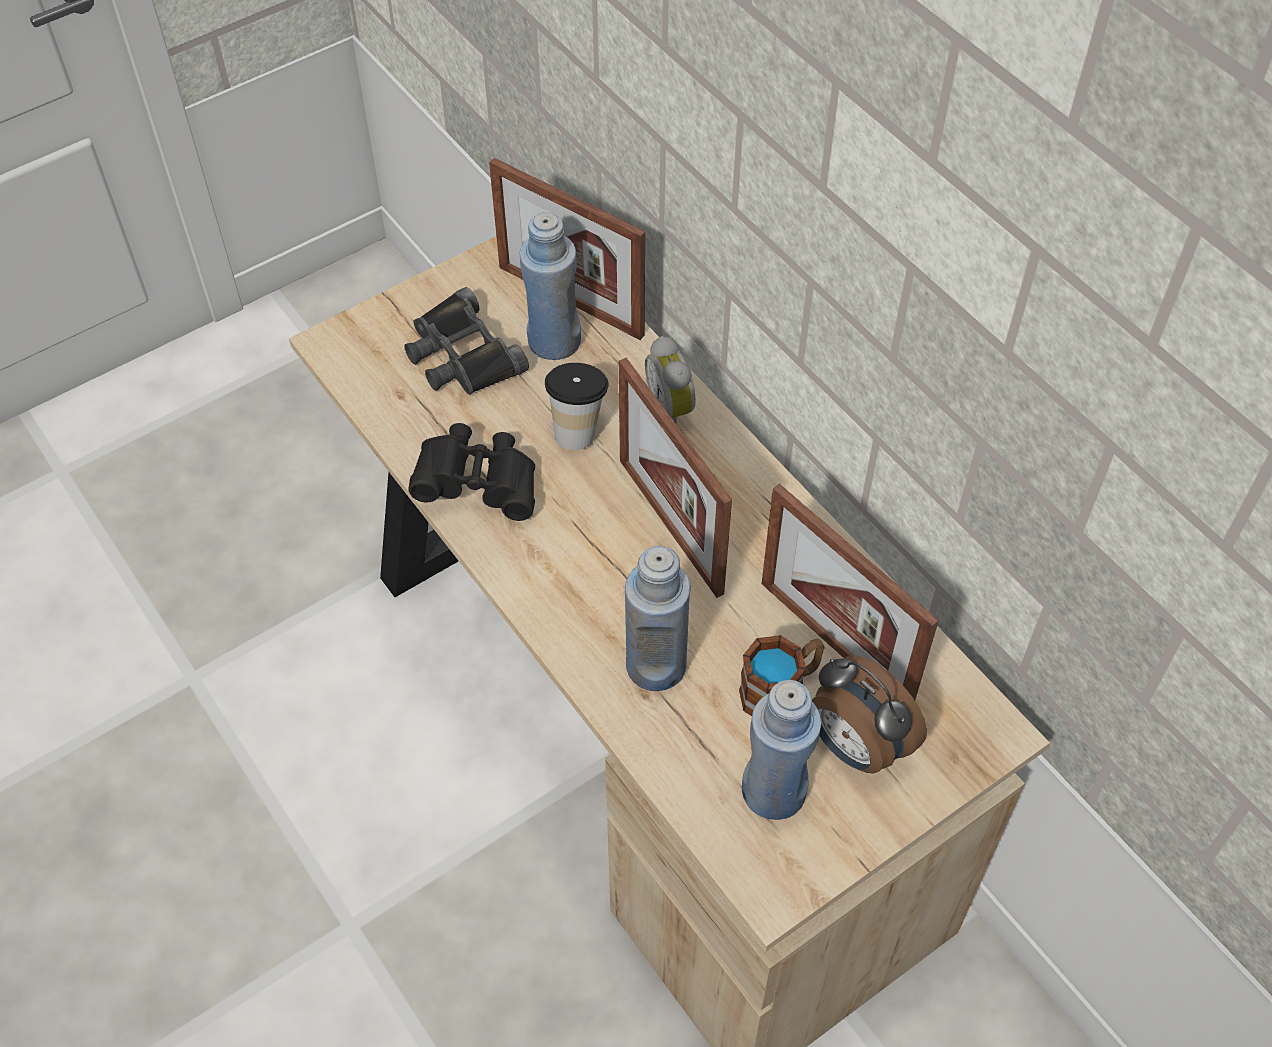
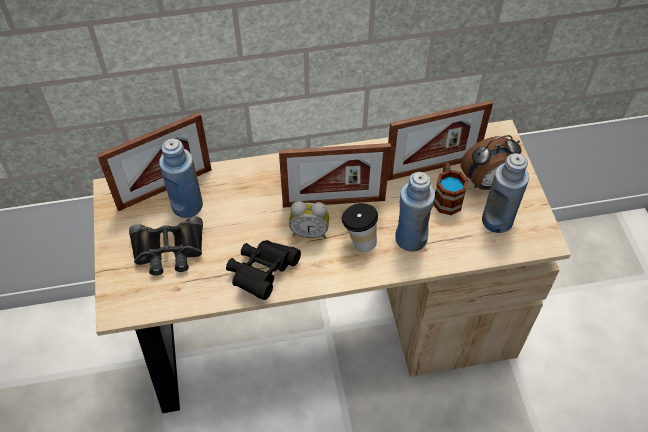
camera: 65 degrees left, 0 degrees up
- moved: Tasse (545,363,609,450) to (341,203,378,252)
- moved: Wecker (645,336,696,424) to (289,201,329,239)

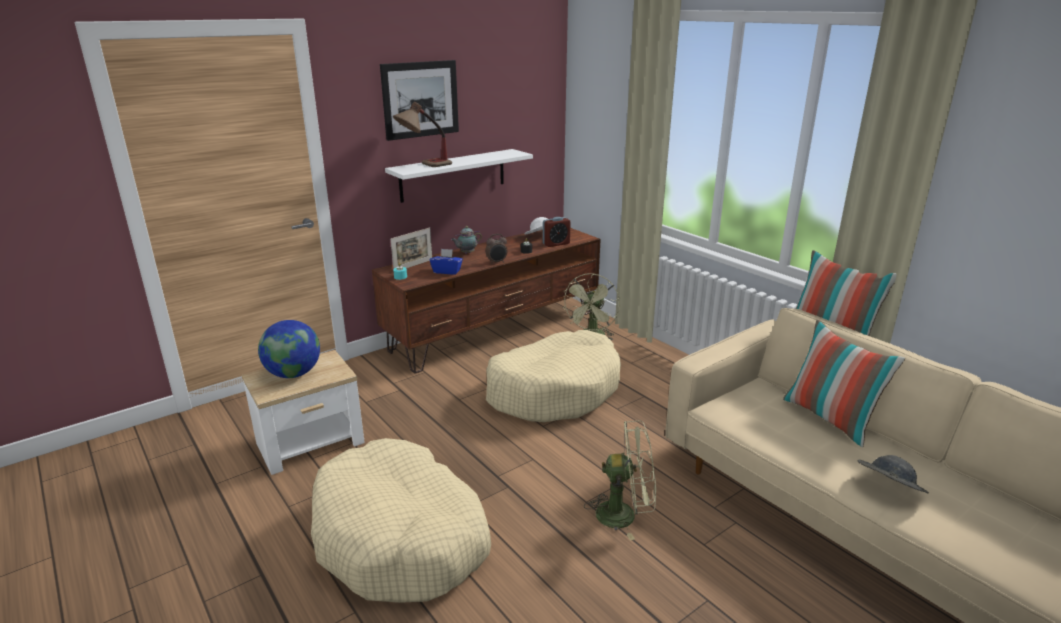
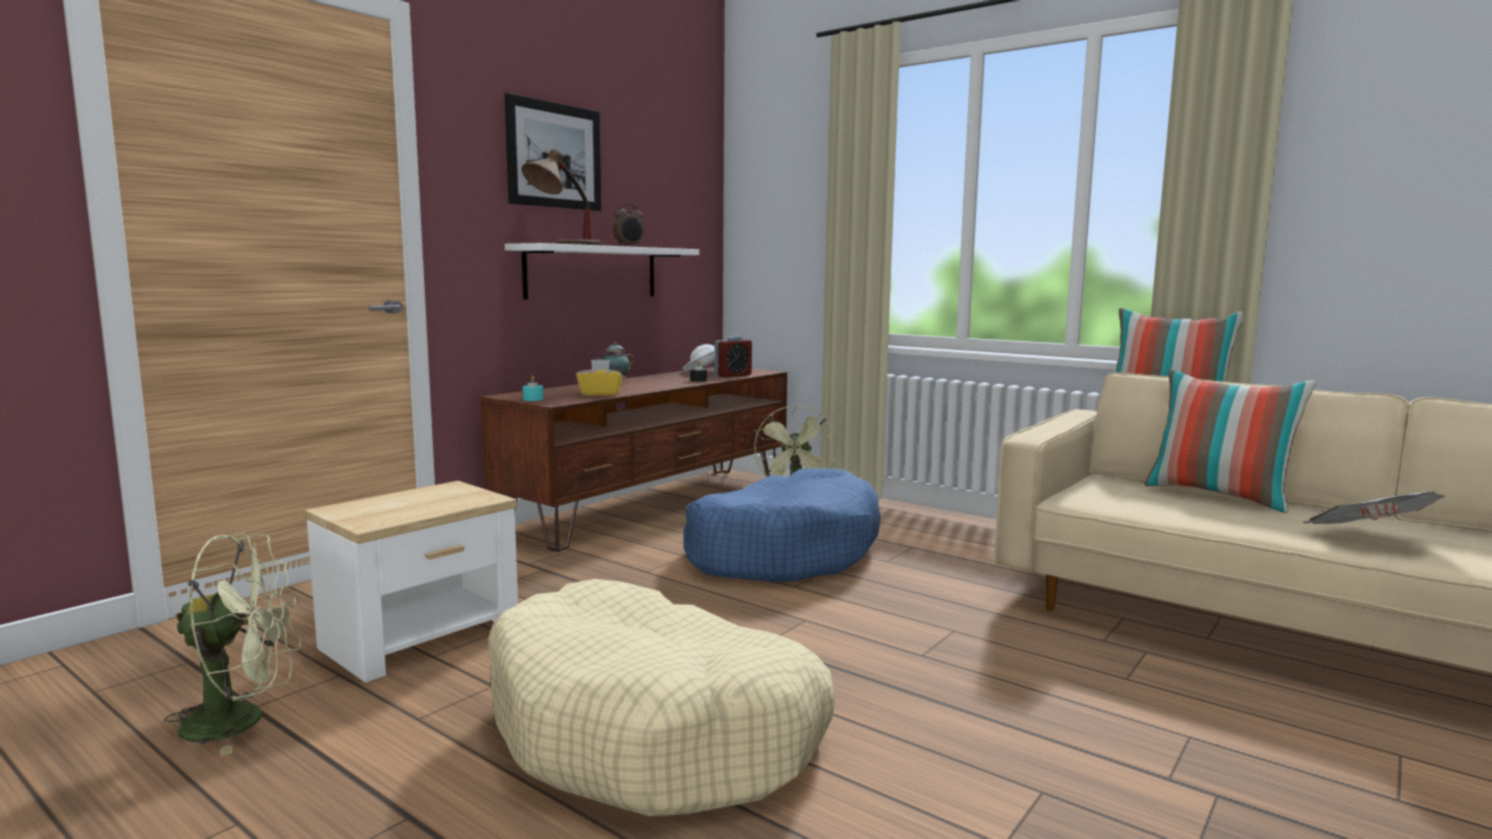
camera: 15 degrees left, 15 degrees down
- removed: Globus (258,320,320,378)
- removed: Bilderrahmen (391,228,432,272)
- recoloured: Taschentuchbox [blau] (430,249,463,275) to Taschentuchbox [gelb] (576,360,623,396)
- moved: Wecker (485,234,508,264) to (613,204,644,247)
- recoloured: Hundebett [beige] (486,330,621,422) to Hundebett [blau] (684,468,881,582)
- moved: Ventilator [grün] (584,420,656,541) to (164,533,301,756)
- replaced: Hut [grau] (858,455,929,494) to Zeitung (1302,492,1445,524)

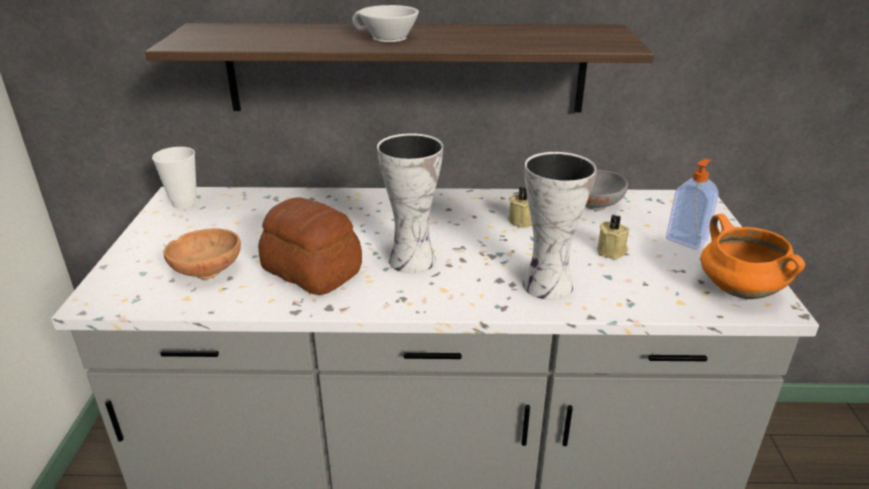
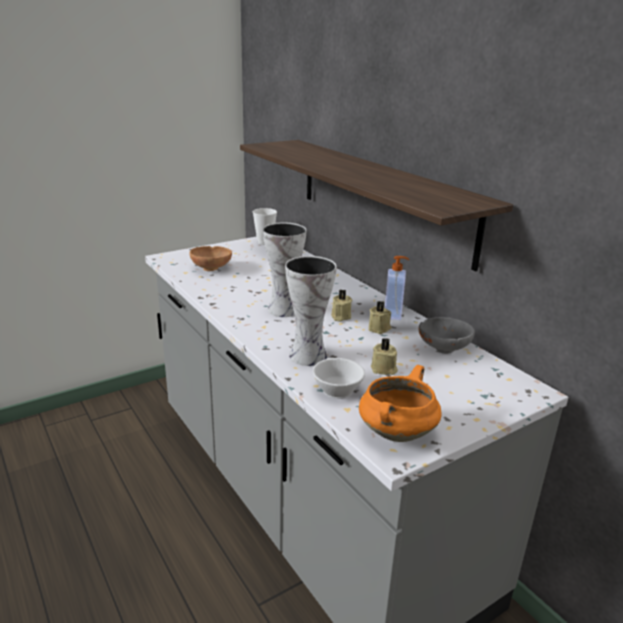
camera: 55 degrees right, 5 degrees down
- removed: Brot (258,197,362,295)
- moved: Tasse [weiß] (352,5,419,42) to (313,358,365,399)
- moved: Seifenspender (666,158,719,250) to (385,256,409,320)
- added: Kerze [beige] (331,289,353,322)

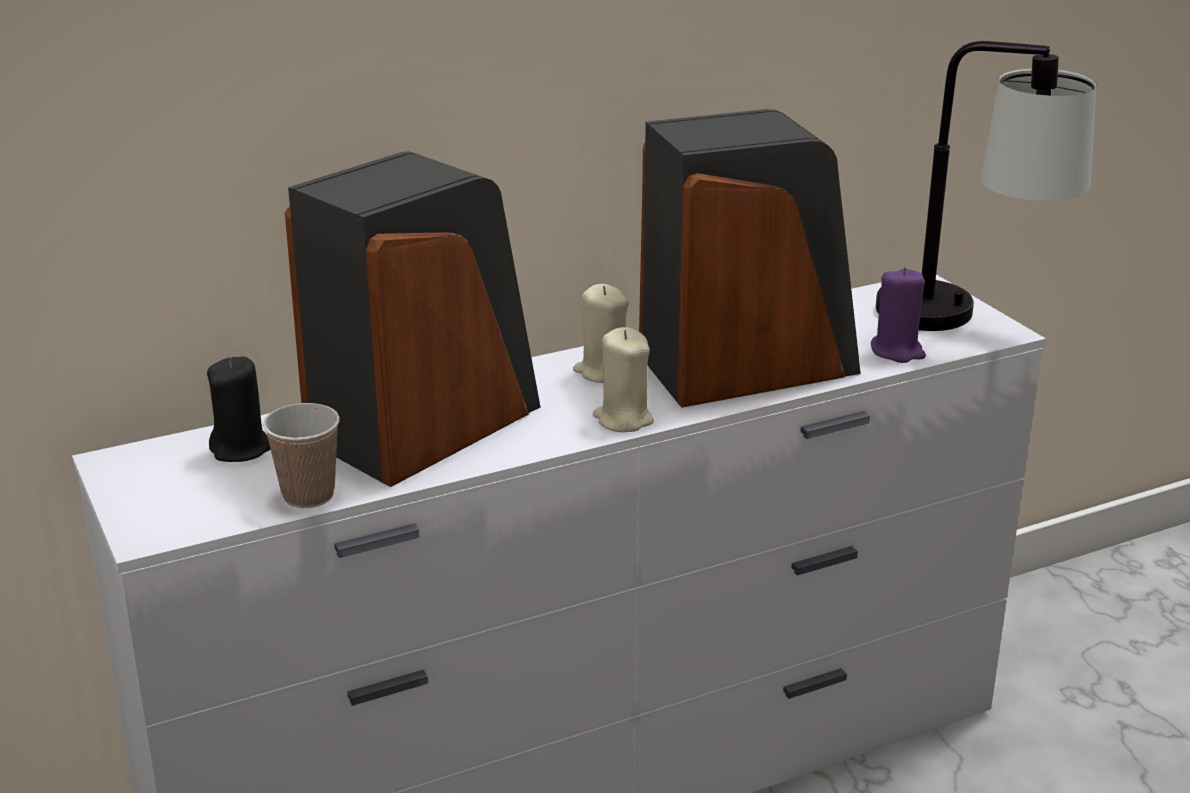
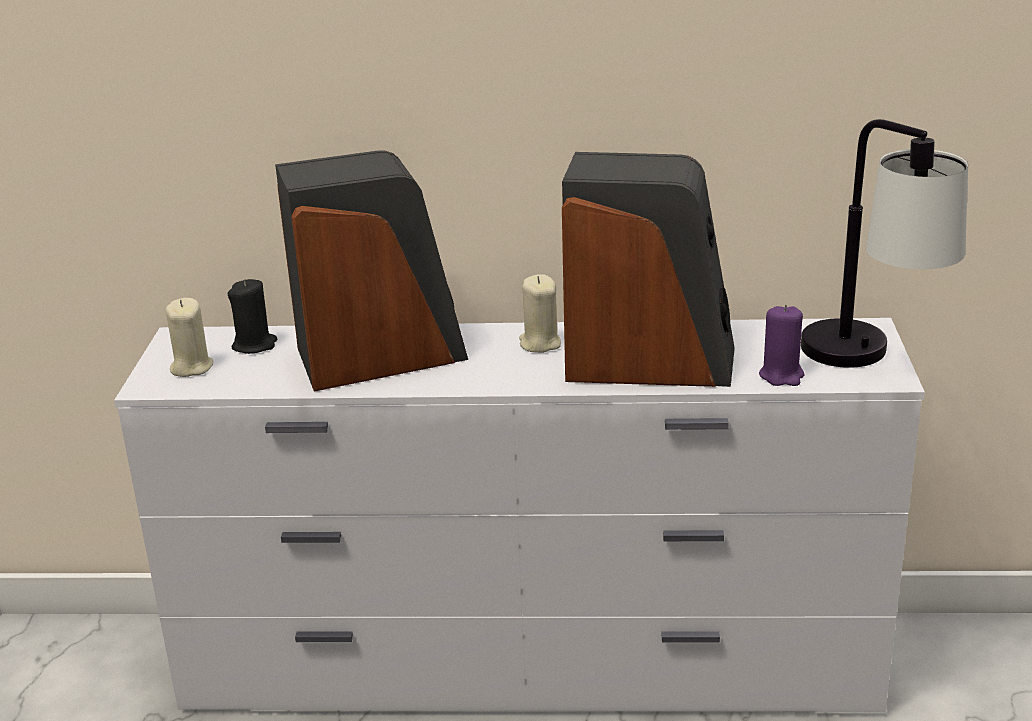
camera: 30 degrees right, 0 degrees up
- removed: Tasse (263,403,340,508)
- moved: Kerze [beige] (593,327,654,432) to (165,298,213,377)

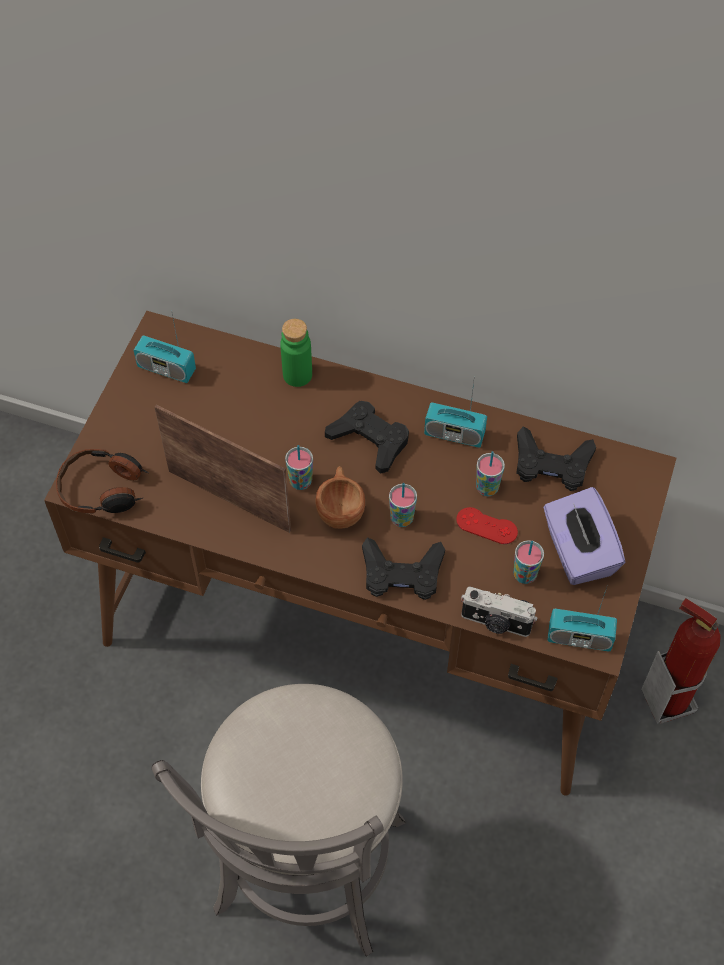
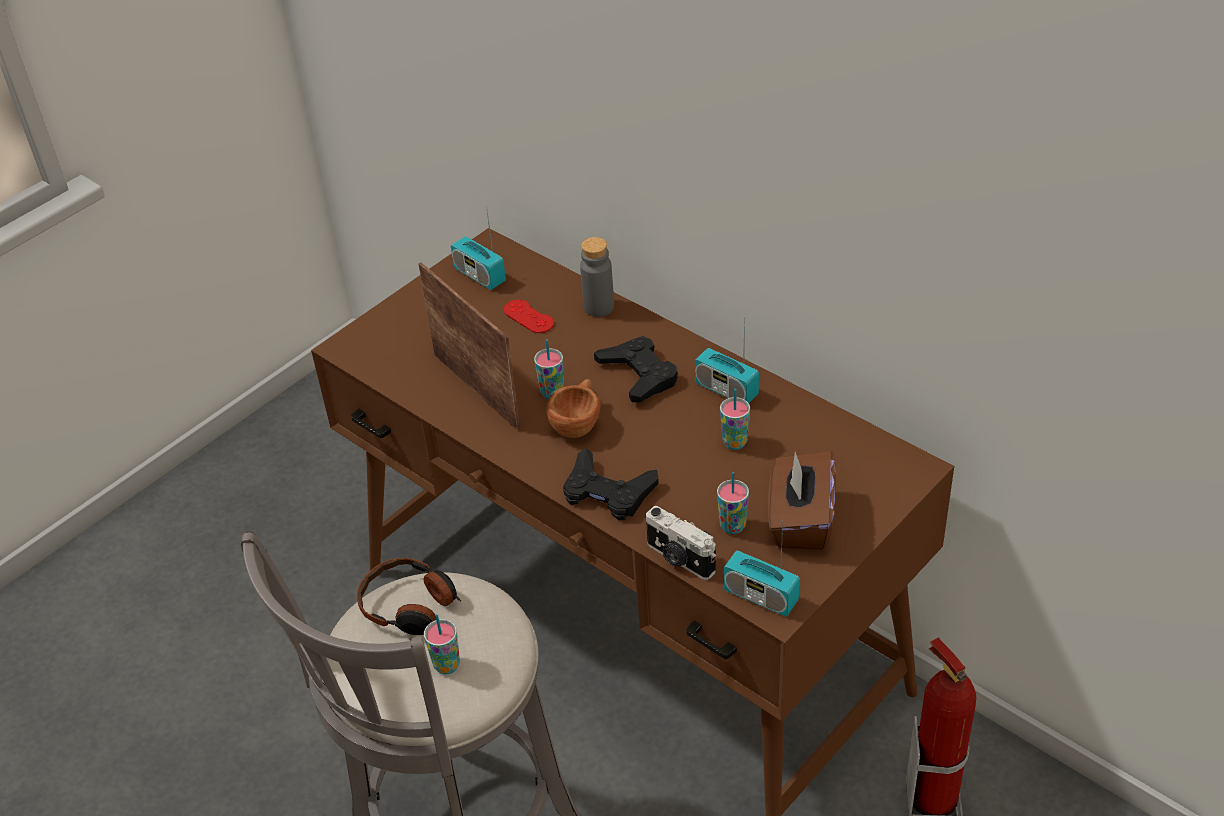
camera: 25 degrees right, 15 degrees down
- moved: Kopfhörer (56,449,149,514) to (357,558,461,635)
- recoloured: Flasche [grün] (280,319,312,387) to Flasche [grau] (580,237,614,317)
- moved: Tasse (389,483,417,527) to (424,614,460,674)
- moved: Gamepad [rot] (456,507,518,544) to (504,300,554,333)
- removed: Gamepad [schwarz] (516,426,596,491)
- recoloured: Taschentuchbox [lila] (543,487,625,585) to Taschentuchbox [braun] (768,451,836,550)

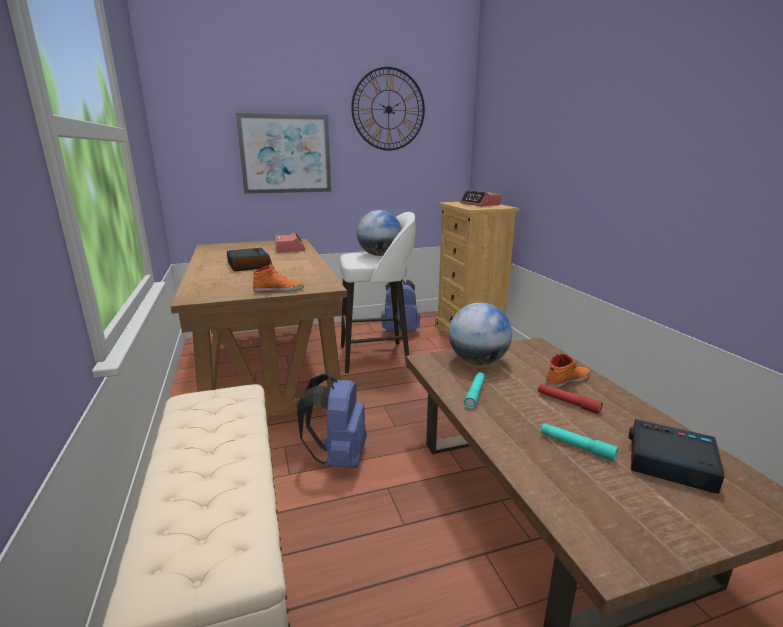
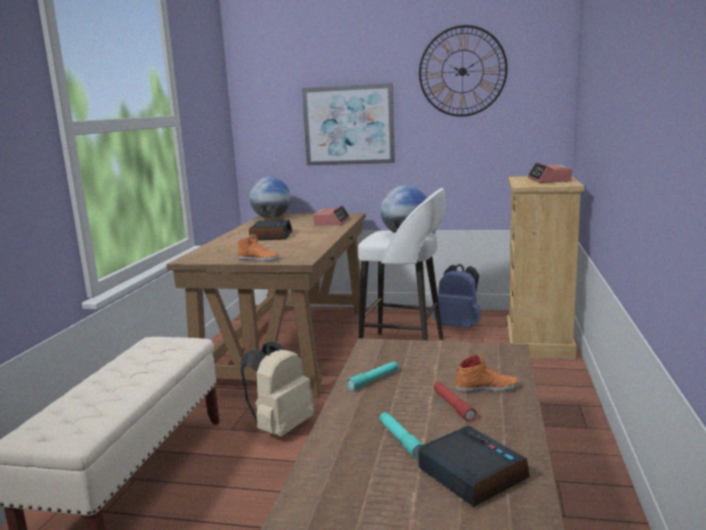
camera: 30 degrees right, 5 degrees down
- recoloured: Rucksack [blau] (297,374,367,468) to Rucksack [beige] (240,341,314,437)
- moved: Globus (449,303,512,365) to (249,177,291,218)

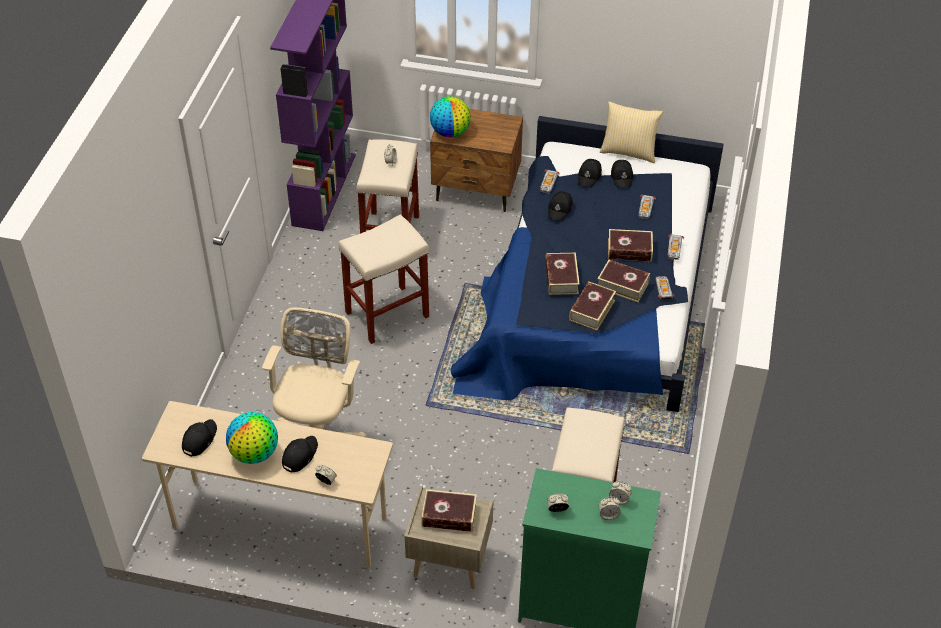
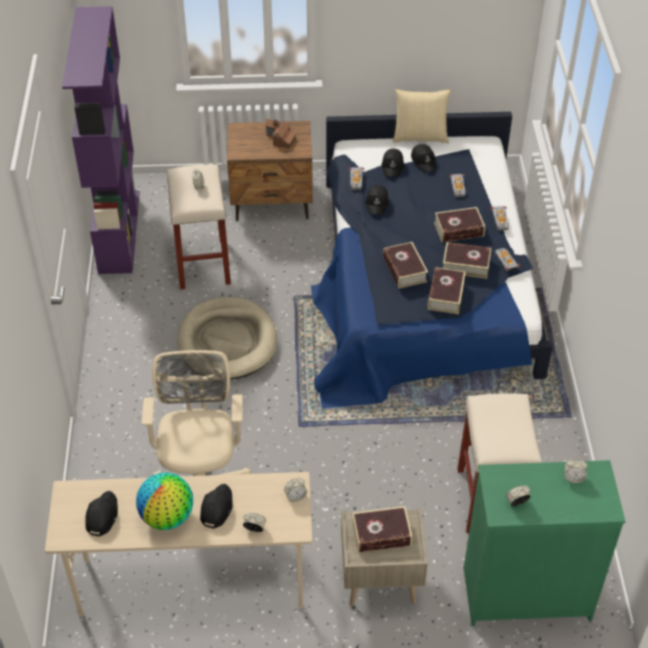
camera: 15 degrees left, 0 degrees up
- replaced: Hocker [beige] (338,214,429,344) to Hundebett [beige] (178,297,277,379)
- removed: Globus (430,96,471,137)
- moved: Wecker (599,496,621,520) to (284,478,307,502)
- added: Spielzeughaus (265,119,296,149)

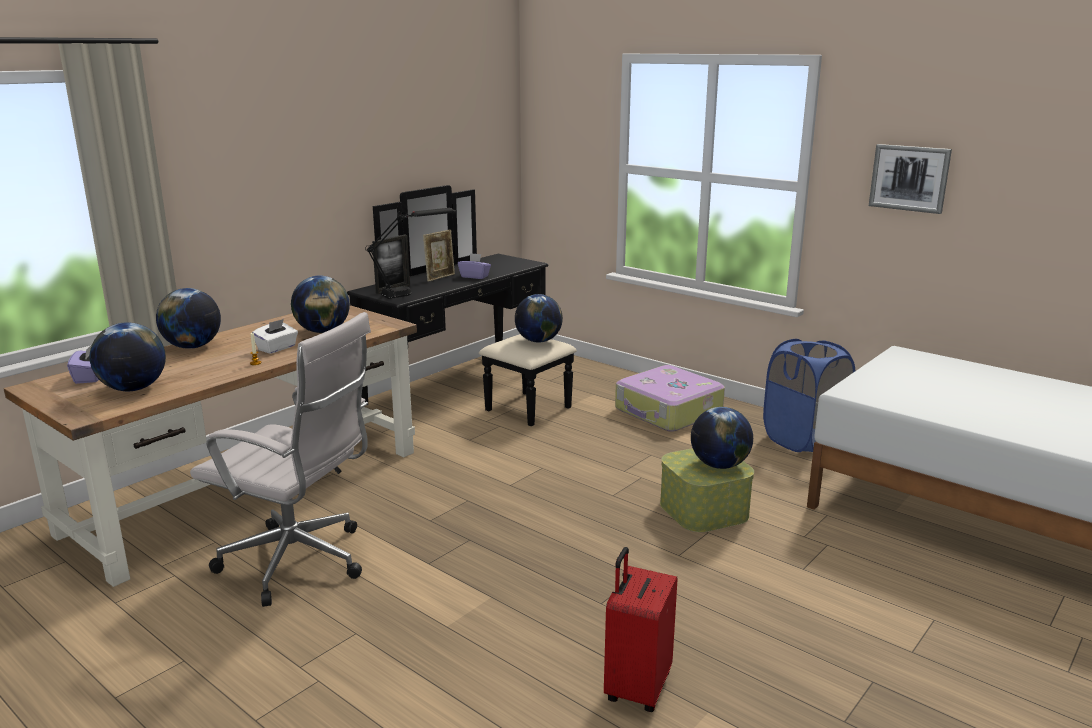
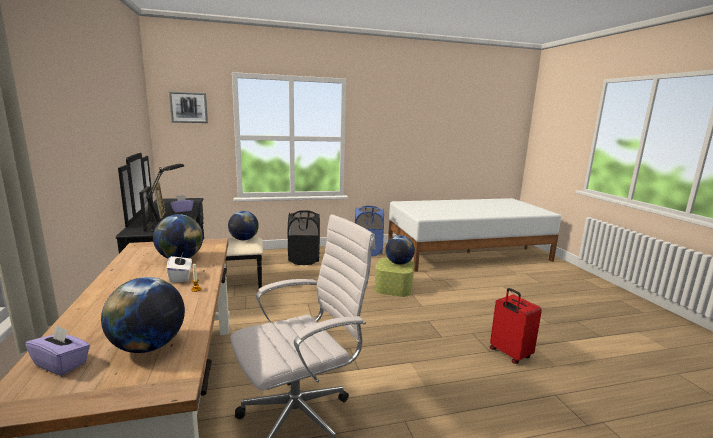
camera: 55 degrees left, 5 degrees down
- removed: Globus (156,288,221,349)
- replaced: Koffer (615,365,725,432) to Wäschekorb [schwarz] (288,210,320,265)
- moved: Bild (869,144,952,214) to (169,91,208,123)

